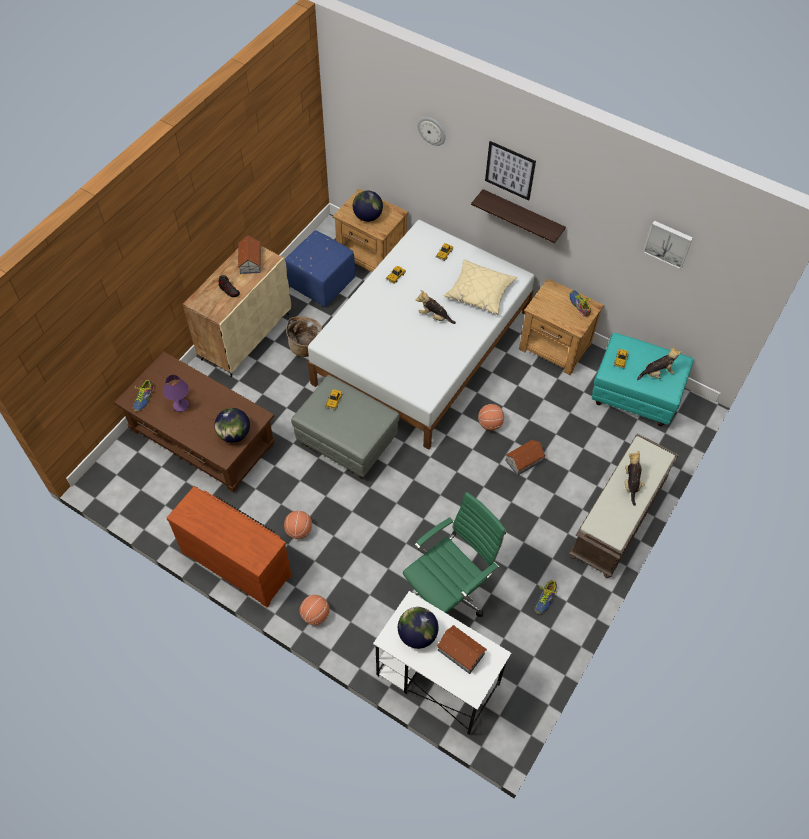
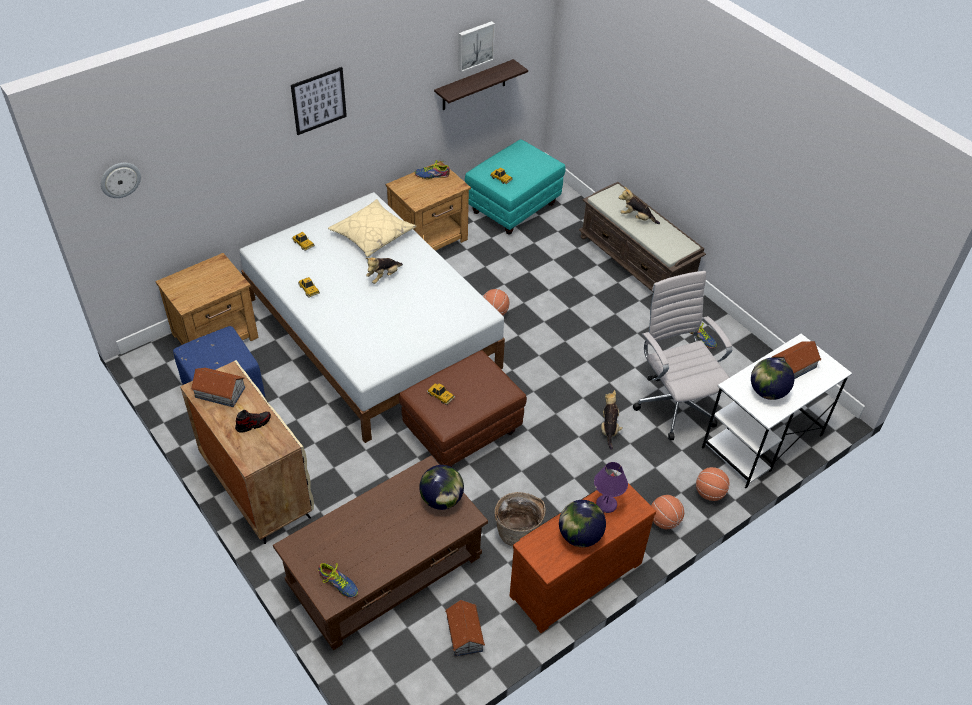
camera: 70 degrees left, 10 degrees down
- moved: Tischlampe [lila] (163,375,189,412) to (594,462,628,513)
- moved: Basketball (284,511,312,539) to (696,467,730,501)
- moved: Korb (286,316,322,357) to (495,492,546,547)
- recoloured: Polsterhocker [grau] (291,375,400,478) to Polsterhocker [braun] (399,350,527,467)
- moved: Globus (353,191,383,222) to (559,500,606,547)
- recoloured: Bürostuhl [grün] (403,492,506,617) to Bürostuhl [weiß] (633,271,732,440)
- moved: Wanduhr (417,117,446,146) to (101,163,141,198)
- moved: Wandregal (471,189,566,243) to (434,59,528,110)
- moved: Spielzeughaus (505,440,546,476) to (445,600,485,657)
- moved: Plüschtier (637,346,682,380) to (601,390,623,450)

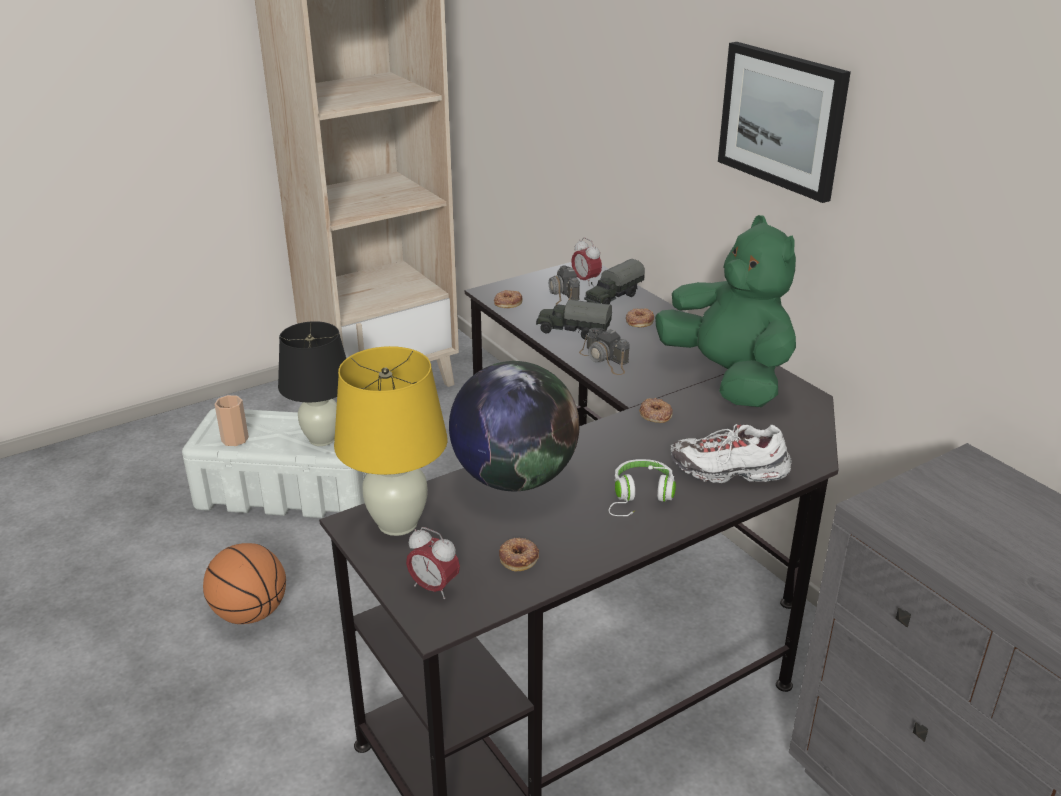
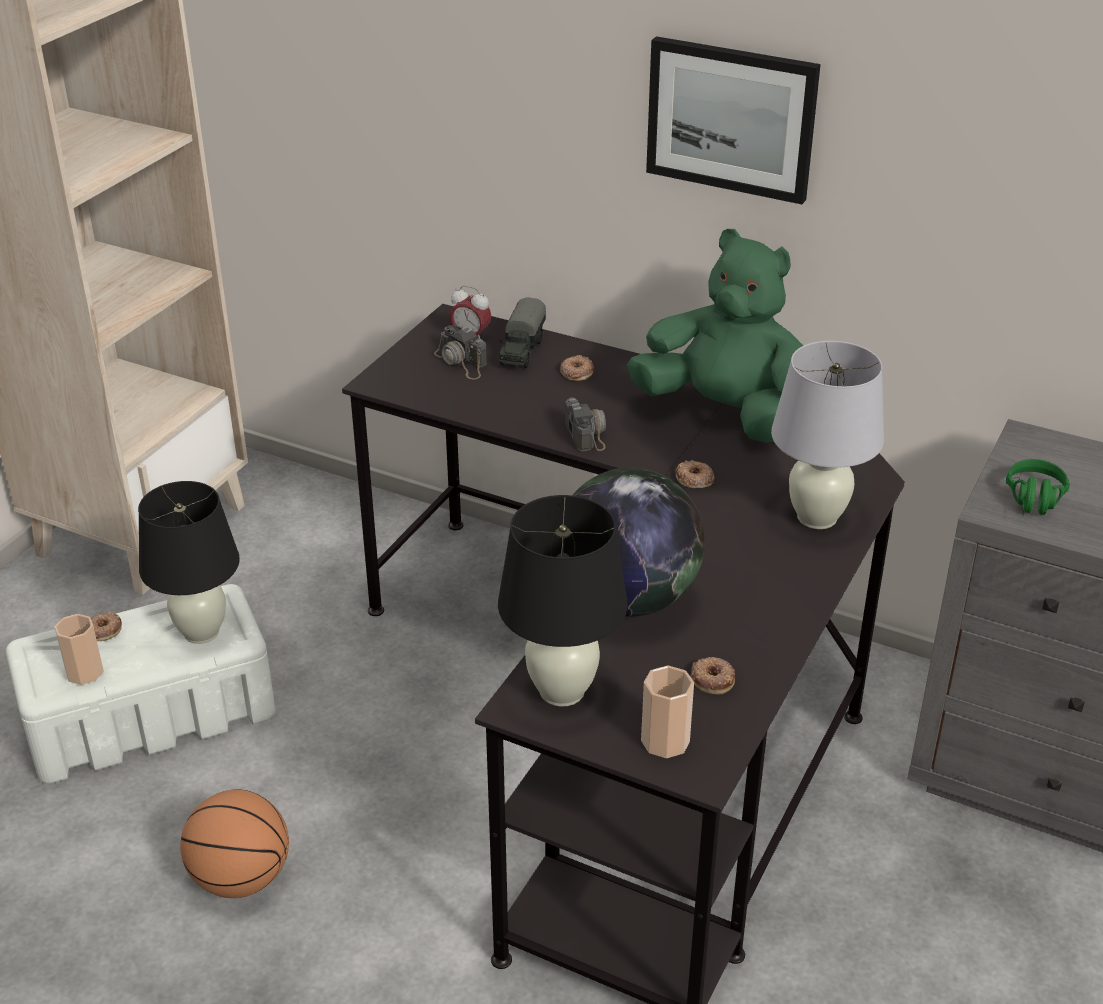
camera: 30 degrees left, 5 degrees up
- recoloured: Tischlampe [gelb] (334,346,448,536) to Tischlampe [schwarz] (498,495,628,707)
- replaced: Wecker (406,527,460,599) to Tasse (641,666,694,758)
- moved: Donut (494,290,523,308) to (91,612,122,641)
- removed: Spielzeuglaster (536,300,612,340)
- turned: Kamera (579,328,630,375) = (565,397,606,452) 120 degrees counterclockwise
- removed: Kopfhörer [weiß] (608,459,676,516)
- replaced: Schuh [weiß] (671,424,792,483) to Tischlampe [weiß] (771,341,884,529)
- added: Kopfhörer [grün] (1006,459,1070,516)

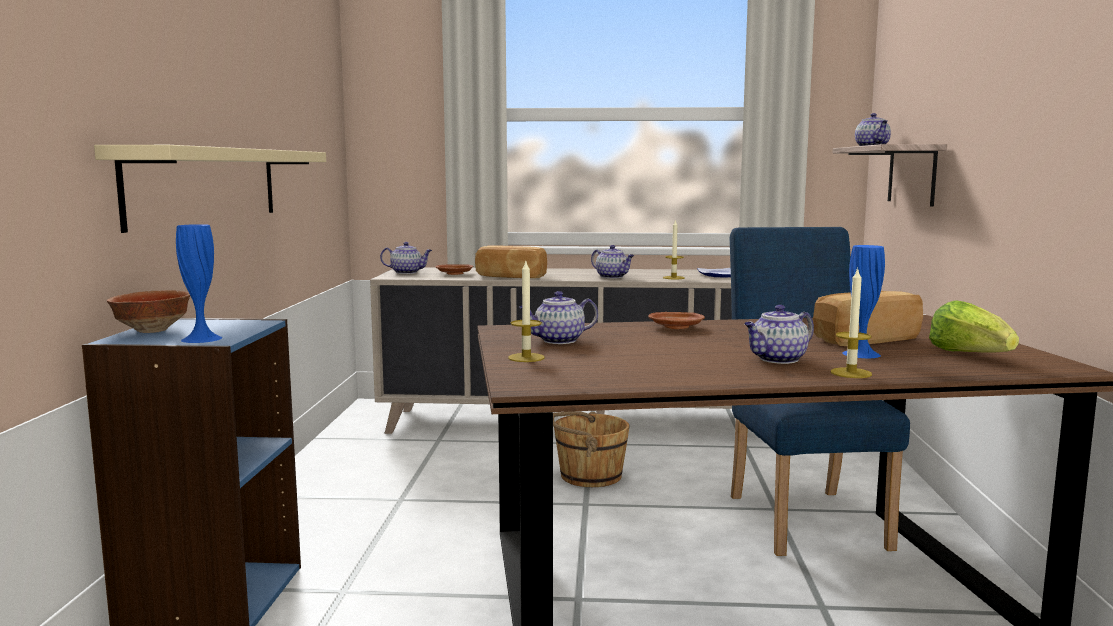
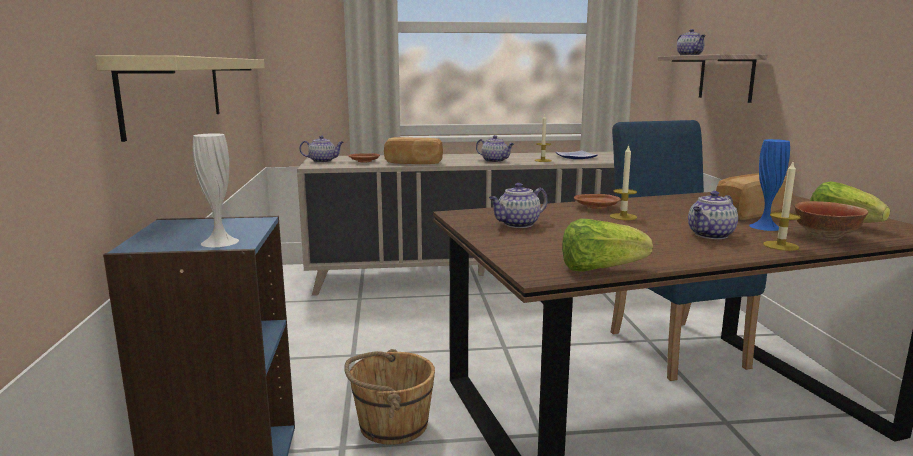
camera: 10 degrees left, 5 degrees up
- moved: Schüssel (107,290,190,333) to (794,201,868,240)
- recoloured: Vase [blau] (176,224,222,343) to Vase [weiß] (193,133,239,247)
- moved: Kerze (508,261,545,362) to (610,145,637,220)
- moved: Eimer [braun] (553,411,630,487) to (344,349,435,445)
- added: Salatkopf (562,219,653,272)

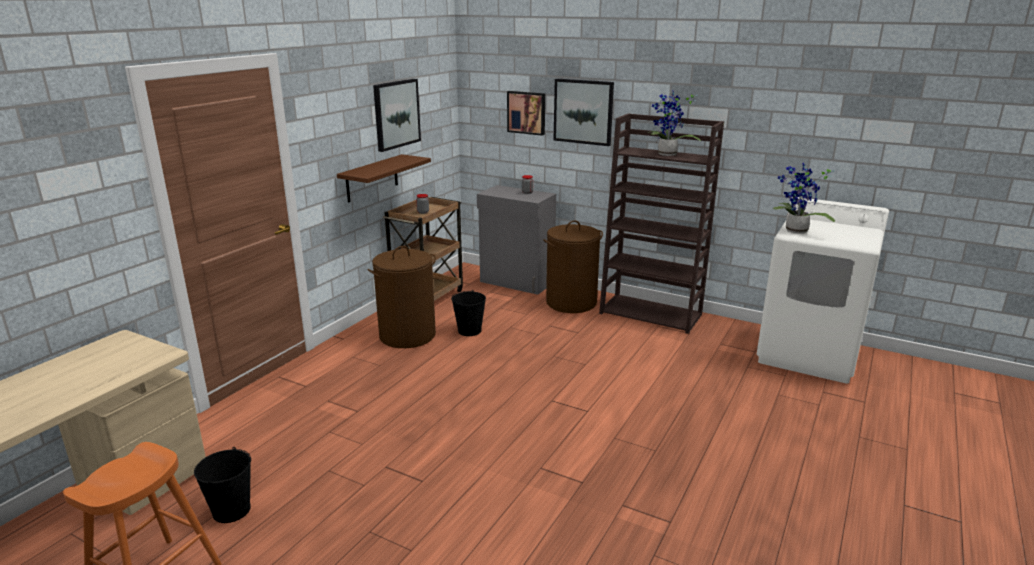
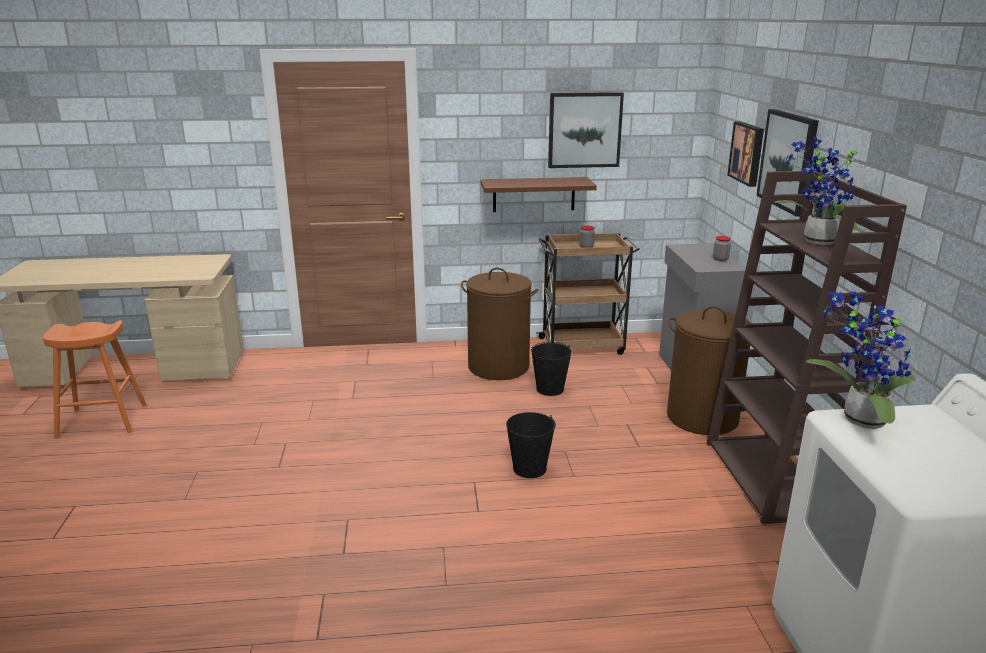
camera: 55 degrees right, 0 degrees up
- moved: Eimer [schwarz] (194,447,251,523) to (506,412,556,478)

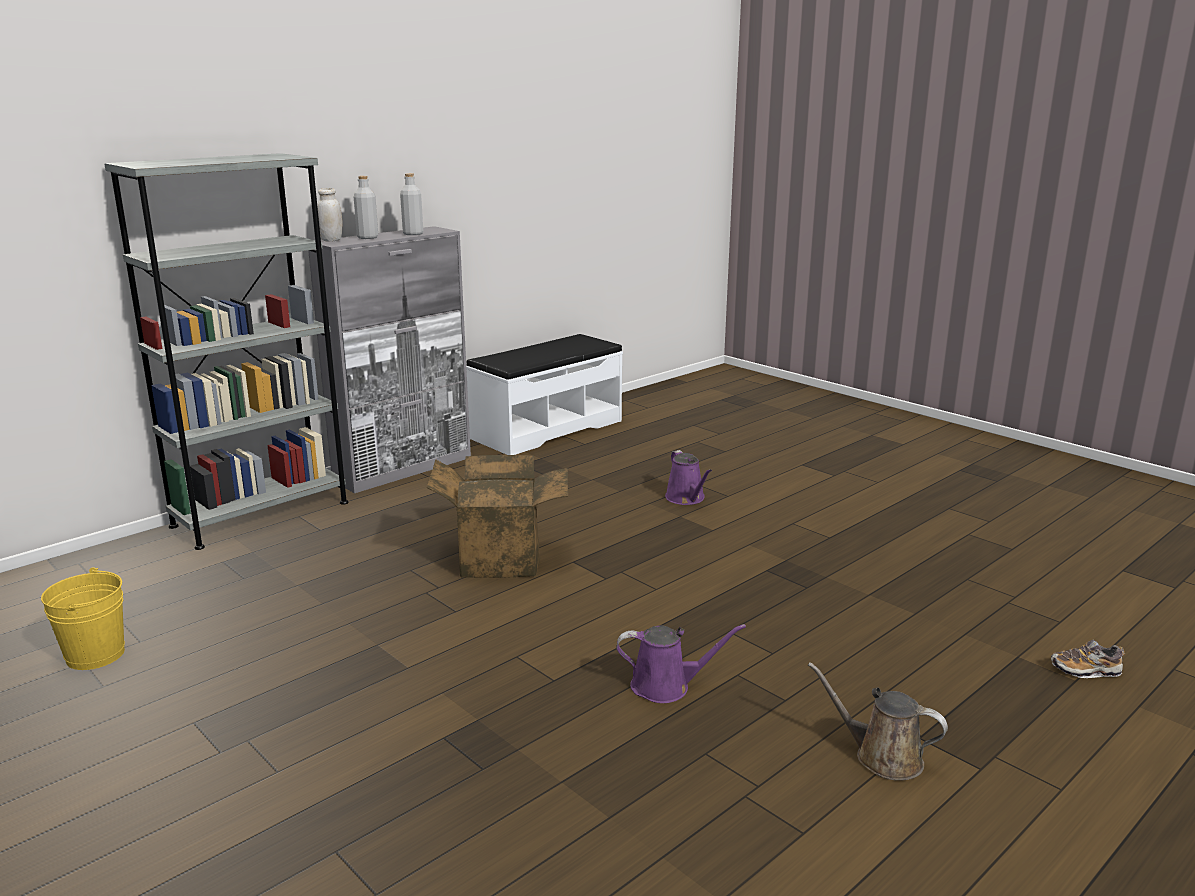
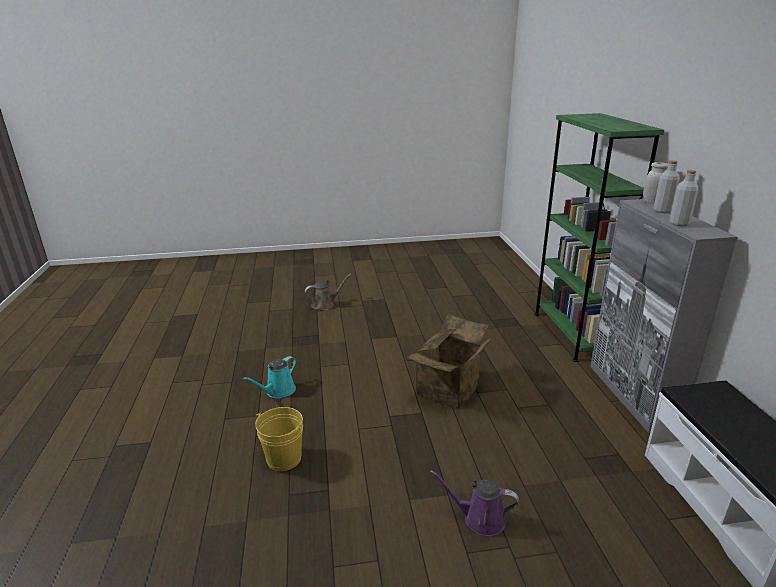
camera: 125 degrees right, 5 degrees up
- moved: Eimer [gelb] (41,567,125,670) to (255,407,303,471)
- recoloured: Bücherregal [grau] (104,153,349,550) to Bücherregal [grün] (534,113,664,362)
- recoloured: Gießkanne [lila] (616,624,746,703) to Gießkanne [türkis] (243,356,296,399)
- moved: Gießkanne [braun] (808,662,948,781) to (305,274,351,310)
- removed: Schuh (1051,640,1125,678)

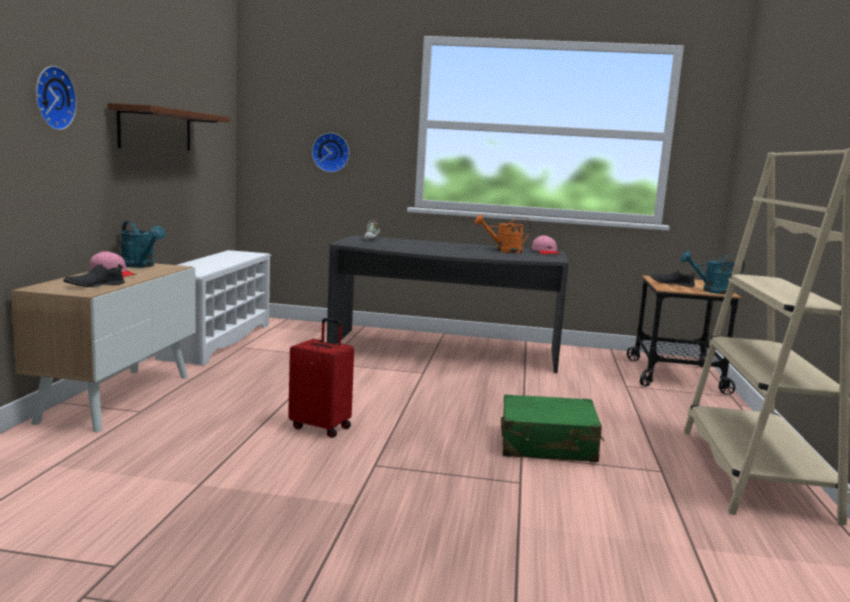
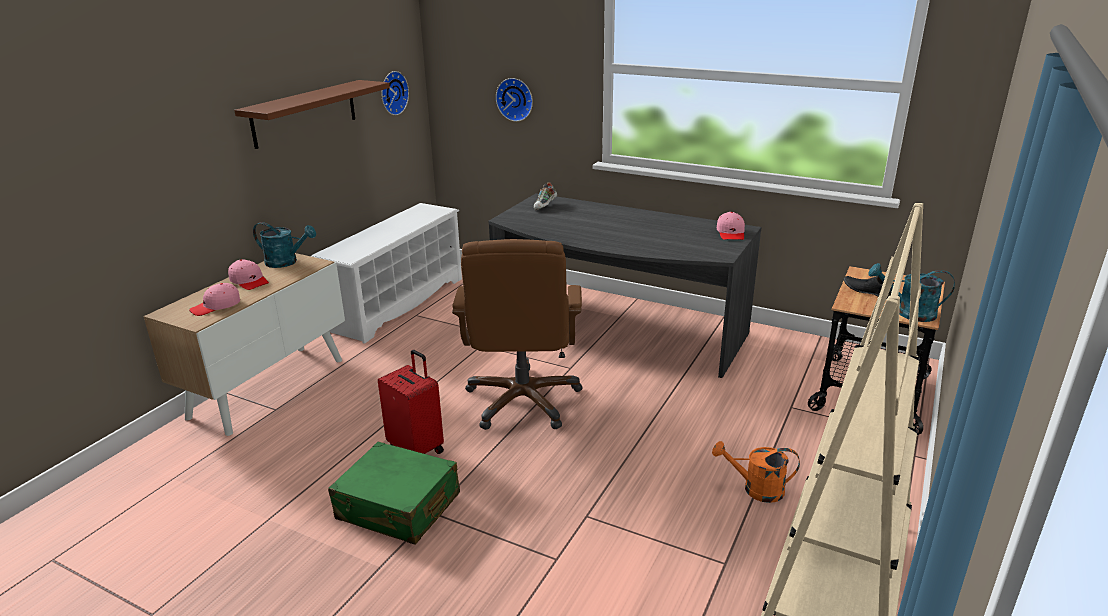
camera: 20 degrees right, 15 degrees up
- moved: Wanduhr (36,66,77,130) to (381,71,409,115)
- replaced: Schuh [schwarz] (63,264,125,287) to Kappe [rosa] (189,283,240,316)
- turned: Gießkanne [türkis] (120,221,165,268) = (253,222,316,268) 45 degrees counterclockwise
- moved: Gießkanne [orange] (475,214,531,253) to (712,441,800,503)
- moved: Koffer [grün] (501,394,604,462) to (328,442,460,545)
- added: Bürostuhl [braun] (452,239,583,430)

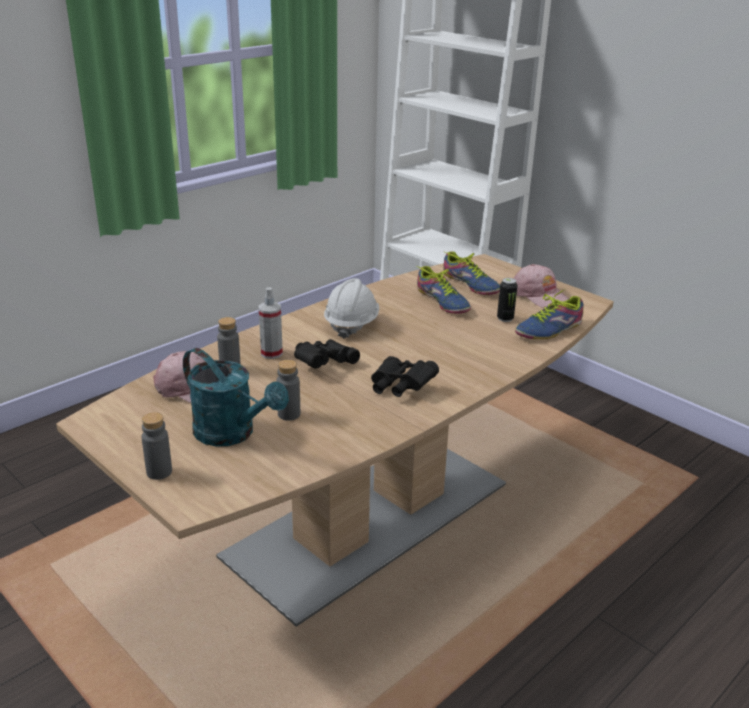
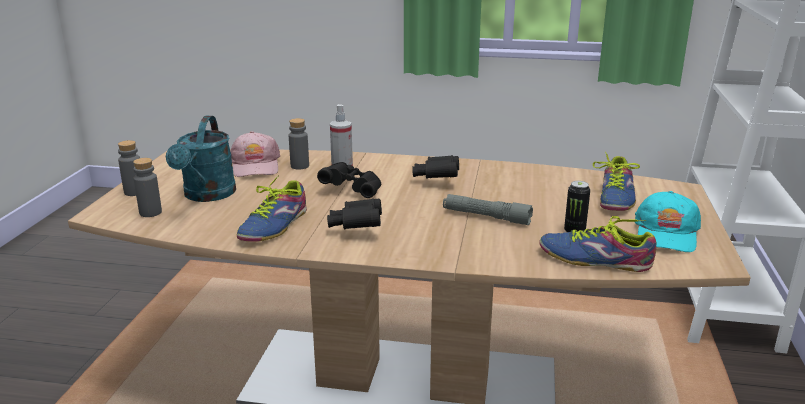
camera: 55 degrees right, 5 degrees down
- moved: Flasche [grau] (276,360,300,421) to (133,158,162,217)
- replaced: Schutzhelm [weiß] (324,278,379,339) to Fernglas [schwarz] (412,155,459,178)
- moved: Schuh (417,266,471,314) to (237,175,307,242)
- recoloured: Kappe [rosa] (513,264,569,308) to Kappe [türkis] (635,191,701,252)
- added: Taschenlampe [grau] (443,194,533,225)

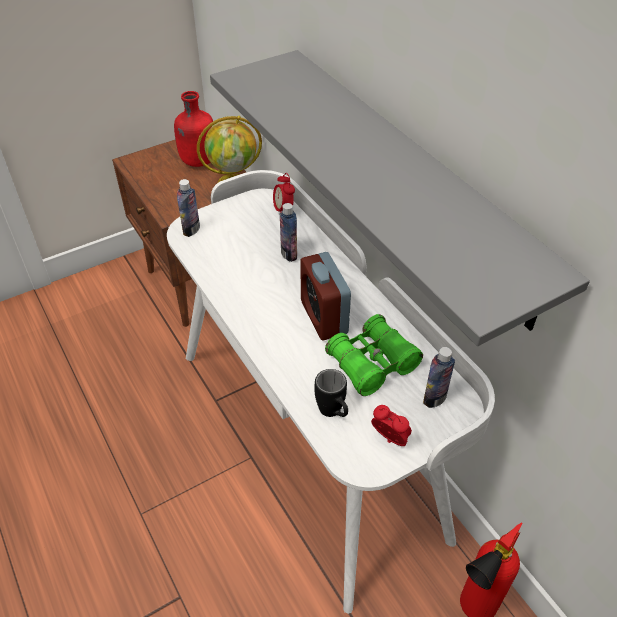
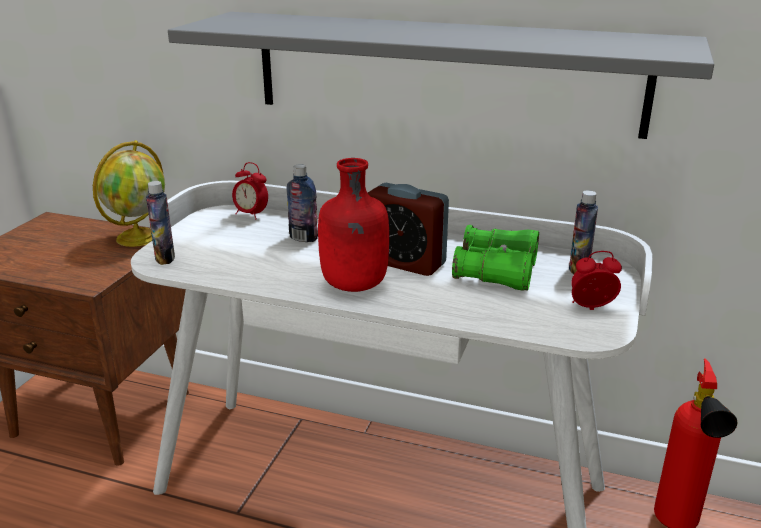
camera: 40 degrees left, 20 degrees down
- moved: Flasche [rot] (174,91,213,167) to (318,158,389,292)
- removed: Henkelbecher [schwarz] (315,369,348,417)

